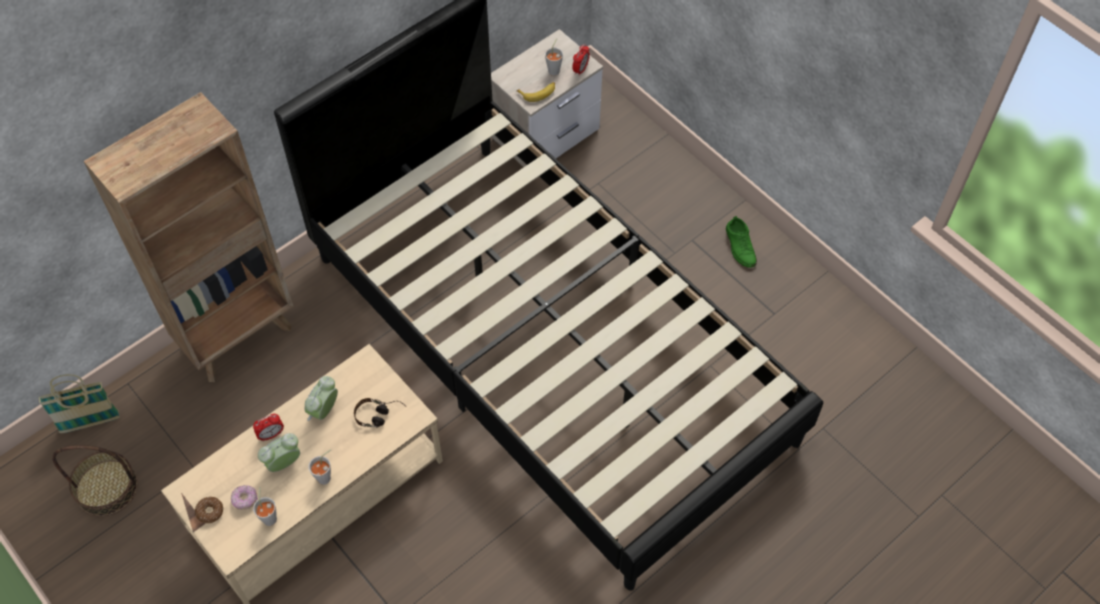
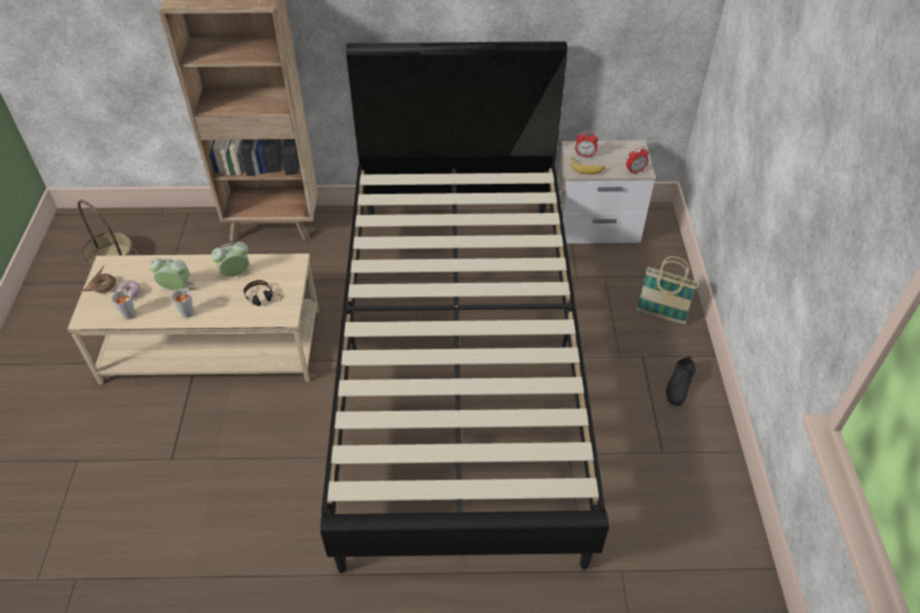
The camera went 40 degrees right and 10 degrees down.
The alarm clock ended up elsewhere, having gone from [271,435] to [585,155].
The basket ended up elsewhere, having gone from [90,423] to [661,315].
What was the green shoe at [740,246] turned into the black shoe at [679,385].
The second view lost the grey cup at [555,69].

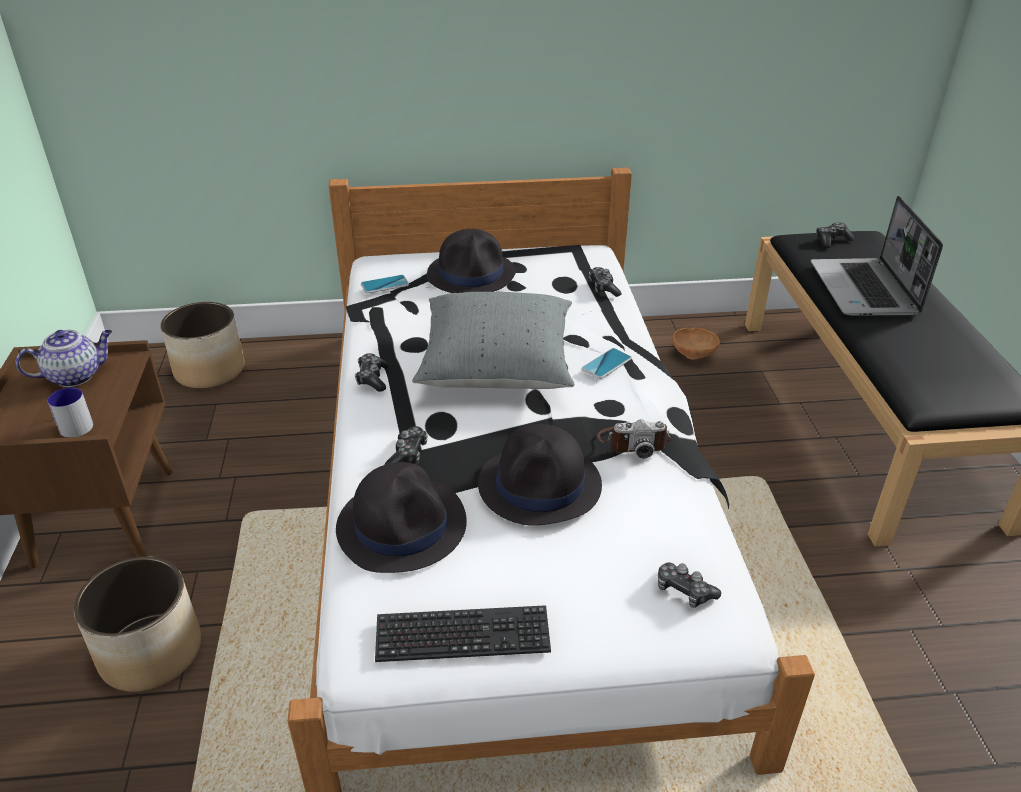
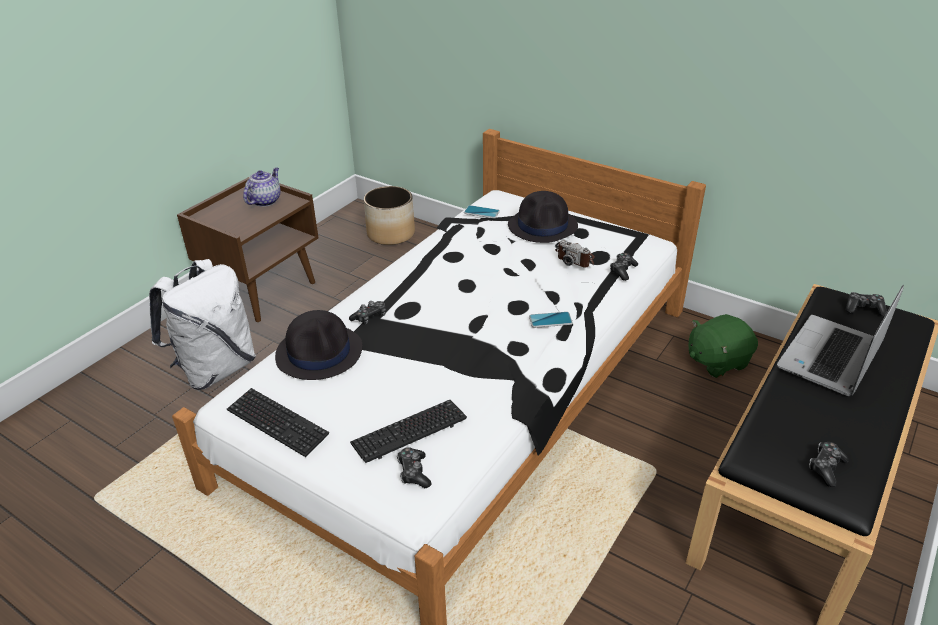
The camera went 40 degrees right and 0 degrees up.
Where the planter stood at [150,651], the white backpack came to stand at [216,368].
The teapot at [76,375] ended up facing another way, 75 degrees counterclockwise from before.
The second view gained the keyboard at [409,432].
The photo camera ended up elsewhere, having gone from [633,442] to [575,259].
Where the brown bowl stood at [694,354], the green plush toy came to stand at [716,361].
The game controller ended up elsewhere, having gone from [372,378] to [826,468].
The second view lost the mug at [77,423].
The second view lost the grey pillow at [497,367].
The second view lost the black hat at [540,485].

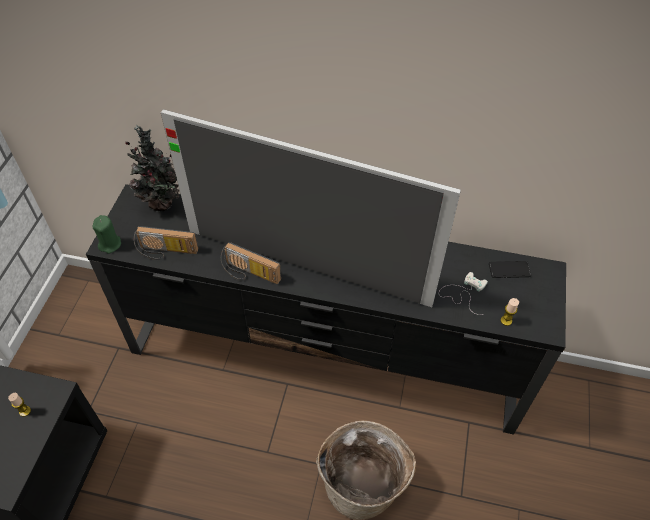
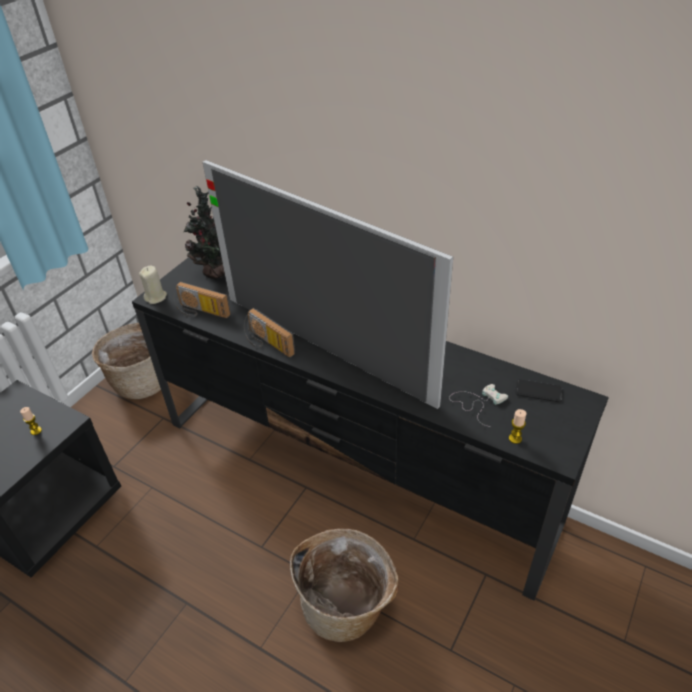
The camera went 20 degrees right and 10 degrees down.
The second view gained the basket at [141,381].
What was the green candle at [110,244] turned into the beige candle at [156,297].

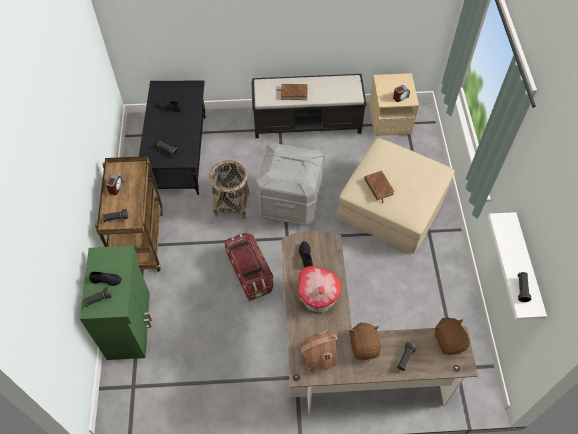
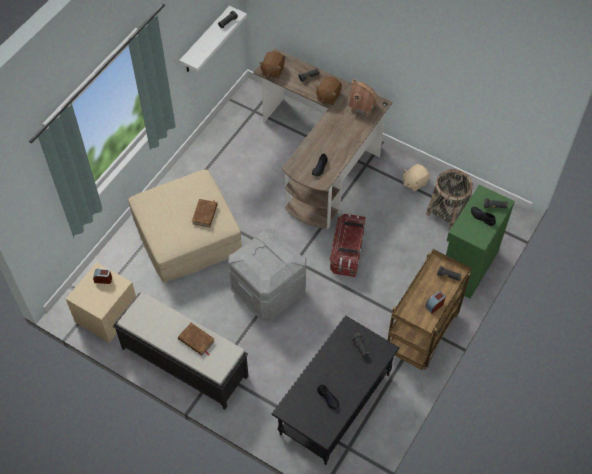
The camera went 145 degrees left and 0 degrees up.
The second view gained the beige plush toy at [414,182].
The basket ended up elsewhere, having gone from [231,204] to [447,212].
The second view lost the toy house at [318,297].

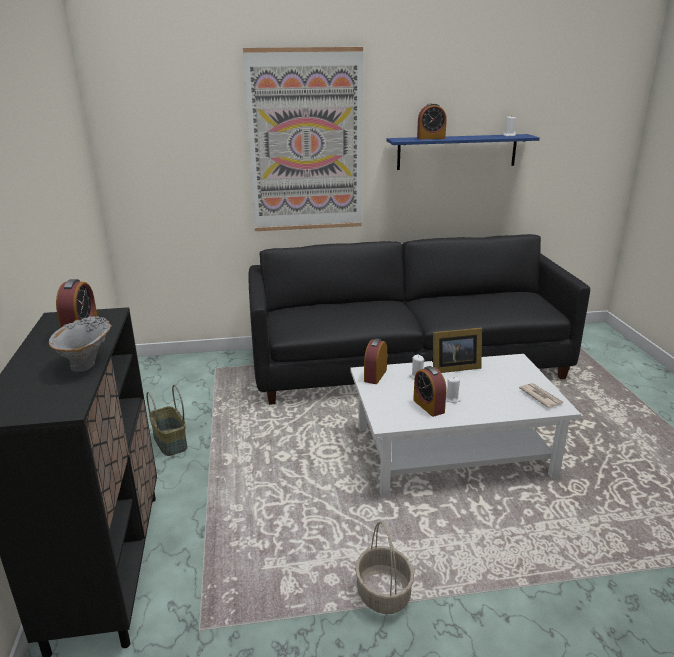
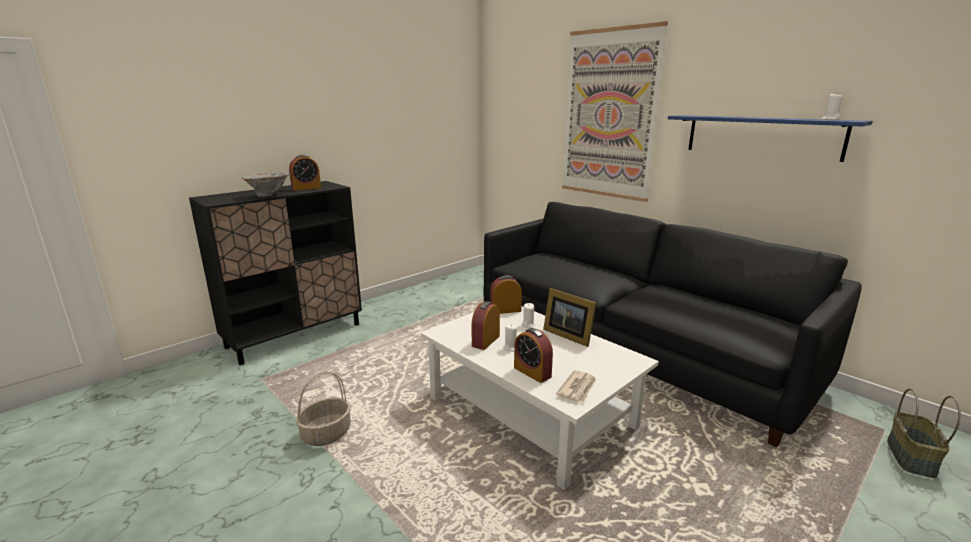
The camera went 55 degrees right and 5 degrees down.
The alarm clock ended up elsewhere, having gone from [431,138] to [532,372].
The basket ended up elsewhere, having gone from [169,442] to [909,457].

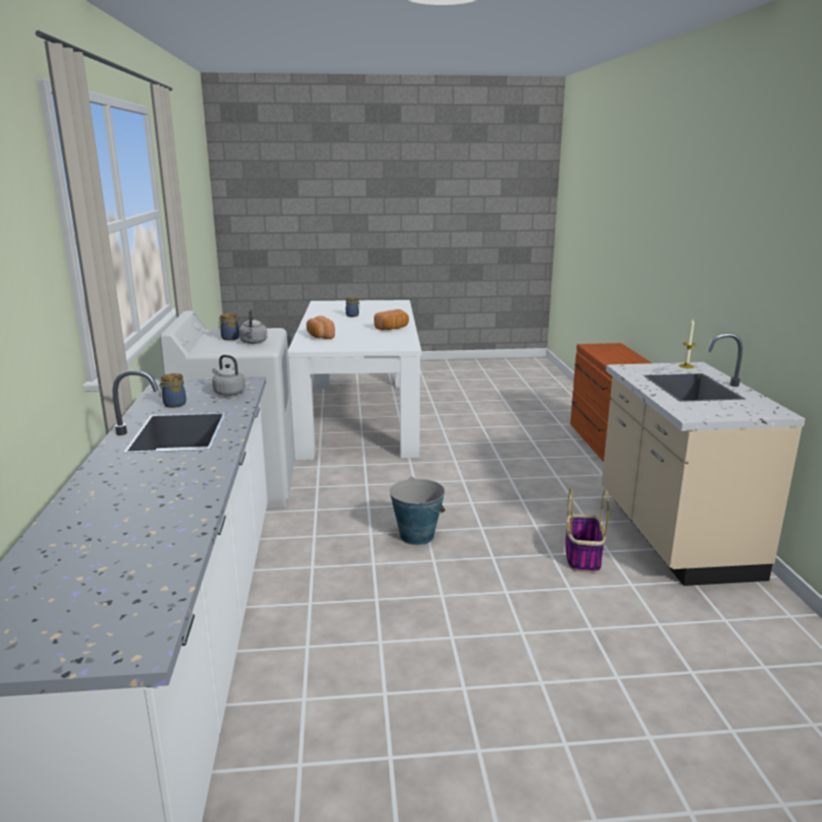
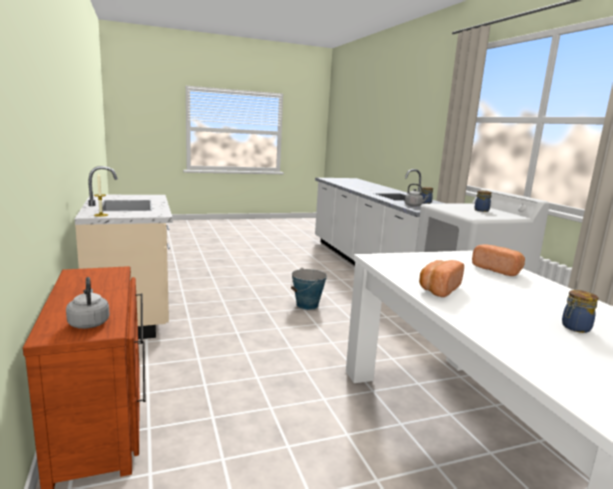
The camera went 165 degrees right and 5 degrees down.
The grey kettle ended up elsewhere, having gone from [253,342] to [89,323].
The second view lost the basket at [582,557].

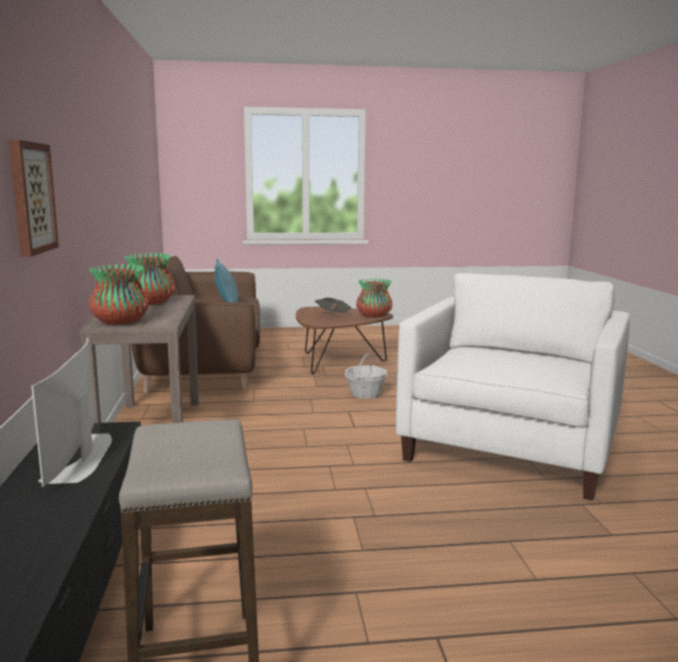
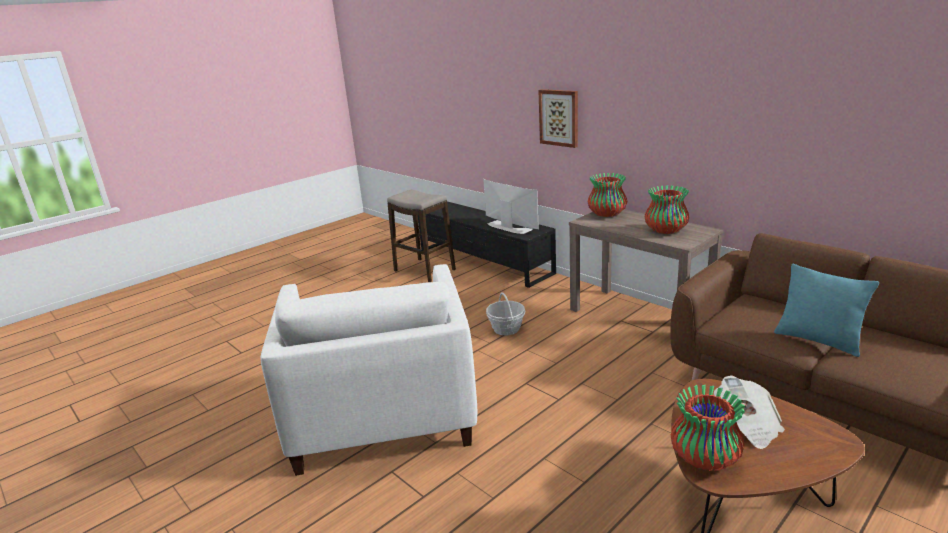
The camera went 145 degrees right and 10 degrees up.
The basket ended up elsewhere, having gone from [365,394] to [506,329].

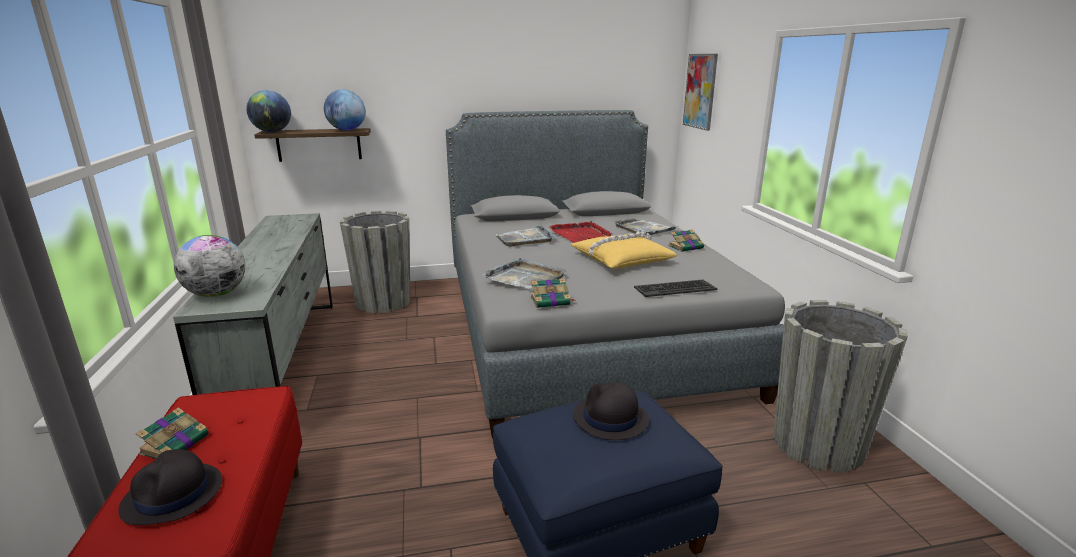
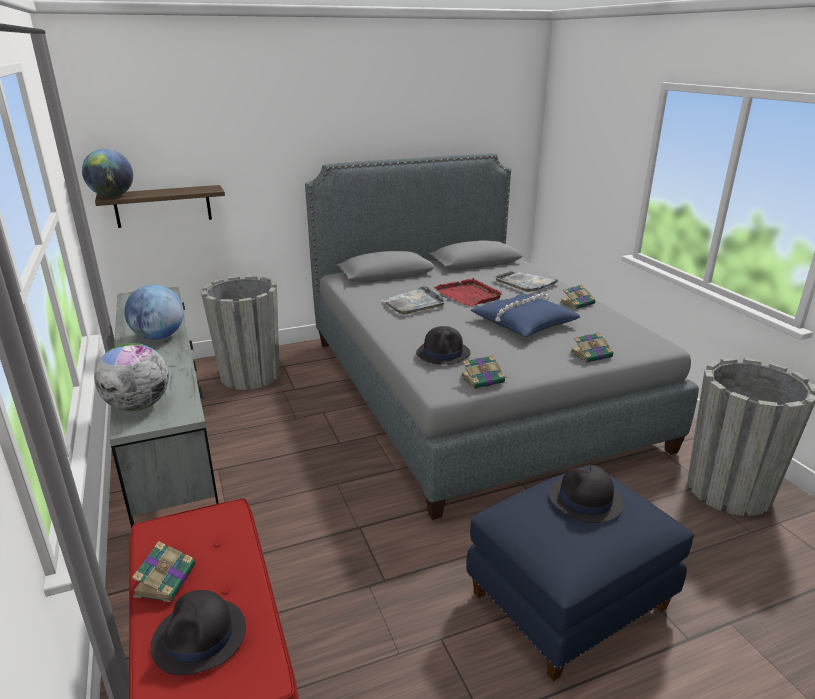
The camera went 10 degrees left and 5 degrees up.
The globe ended up elsewhere, having gone from [347,130] to [159,337].
Where the grey tray stood at [525,277], the black hat came to stand at [443,353].
What was the yellow pillow at [621,260] turned into the blue pillow at [523,323].
Where the keyboard stood at [674,288], the book came to stand at [592,354].
The second view lost the picture at [700,91].

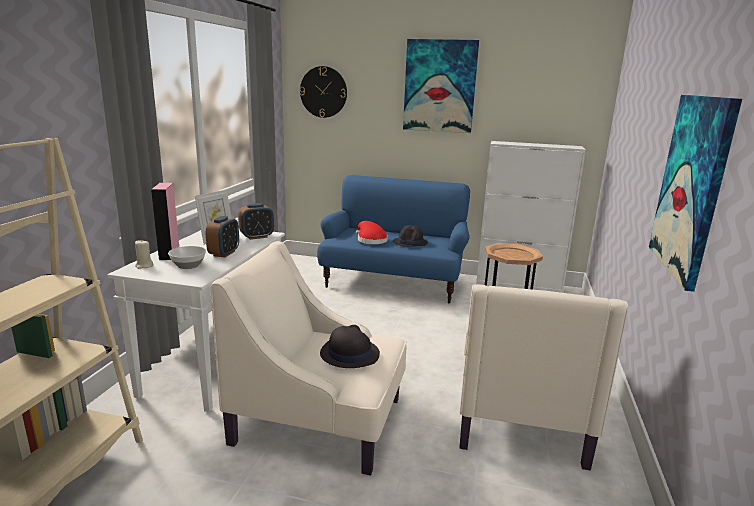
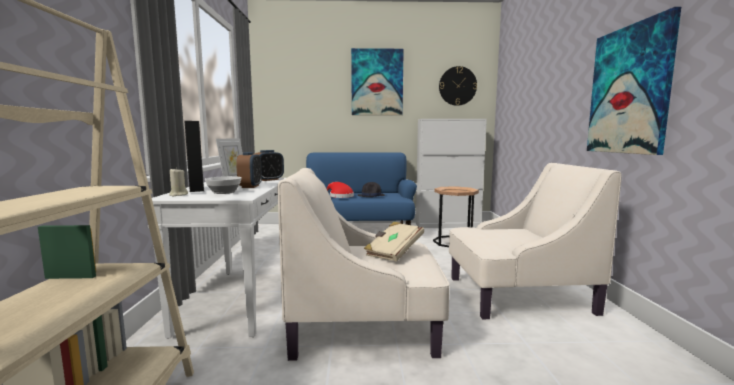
The camera went 15 degrees left and 10 degrees down.
Where the black hat stood at [349,354], the beige book came to stand at [393,252].
The wall clock ended up elsewhere, having gone from [323,92] to [457,86].
The beige armchair at [520,413] ended up facing another way, 90 degrees counterclockwise from before.

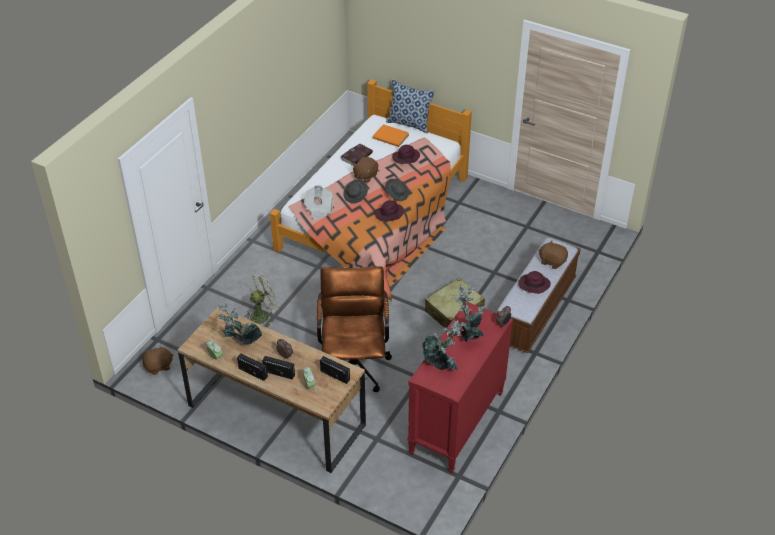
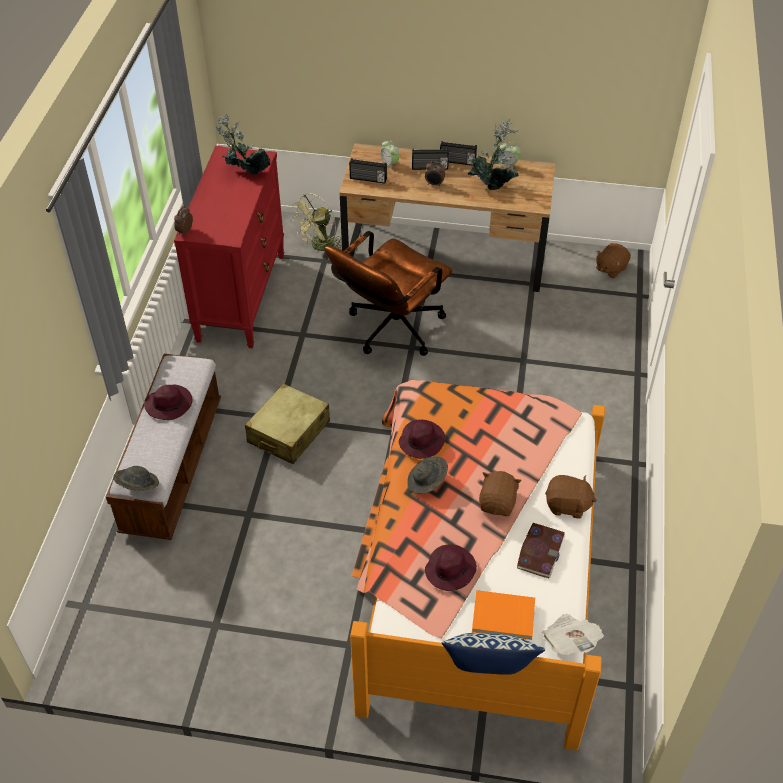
The camera went 160 degrees right and 5 degrees up.
The grey hat ended up elsewhere, having gone from [355,196] to [137,486].
The green fan ended up elsewhere, having gone from [263,315] to [319,247].
The brown office chair at [354,362] ended up facing another way, 60 degrees clockwise from before.
The newspaper ended up elsewhere, having gone from [319,209] to [570,641].
The brown plush toy ended up elsewhere, having gone from [552,261] to [567,505].
The second view lost the potted plant at [469,335].

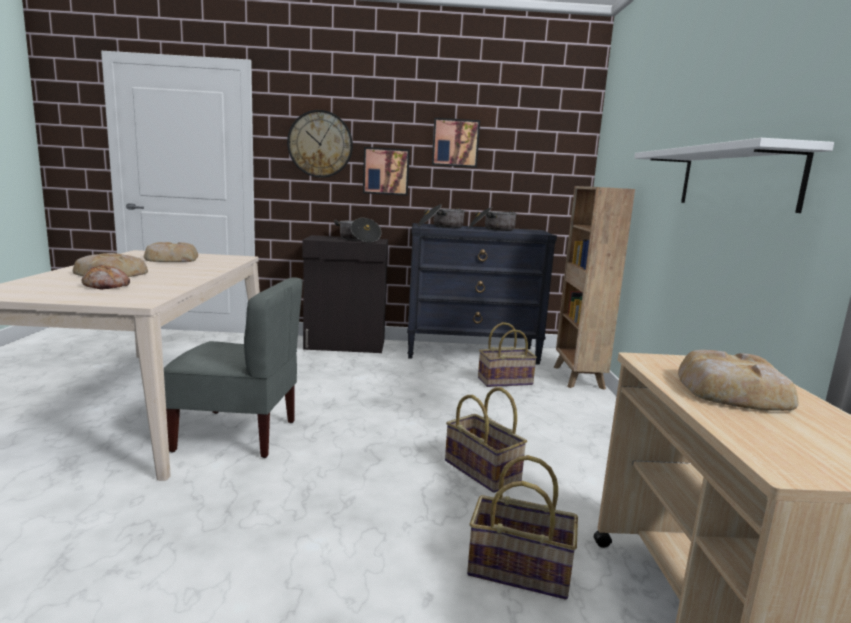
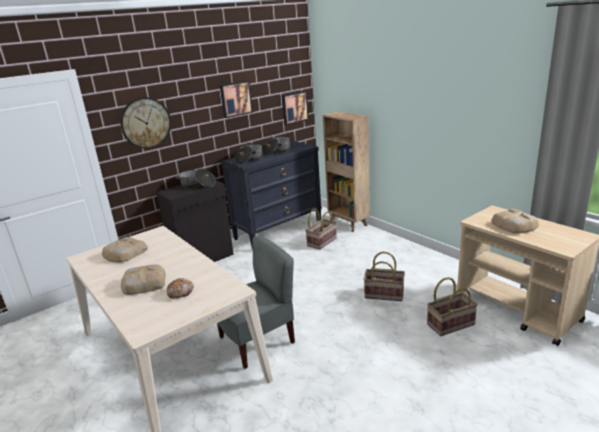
The camera went 35 degrees left and 10 degrees up.
The picture ended up elsewhere, having gone from [386,171] to [294,107].
The second view lost the white shelf at [736,178].

